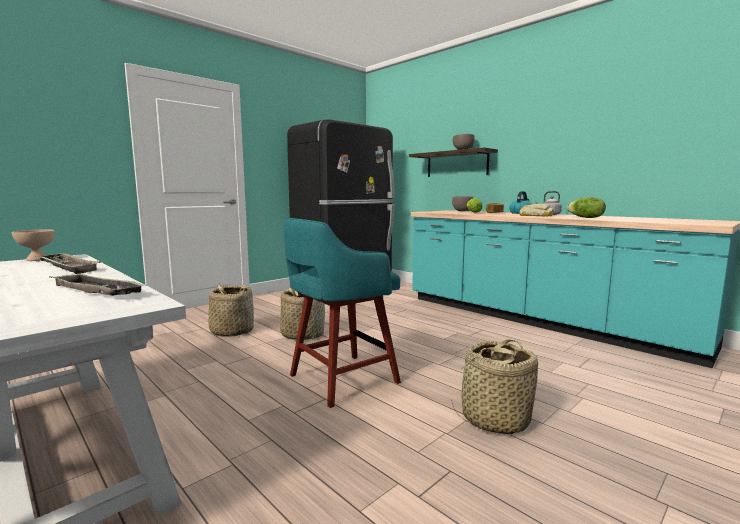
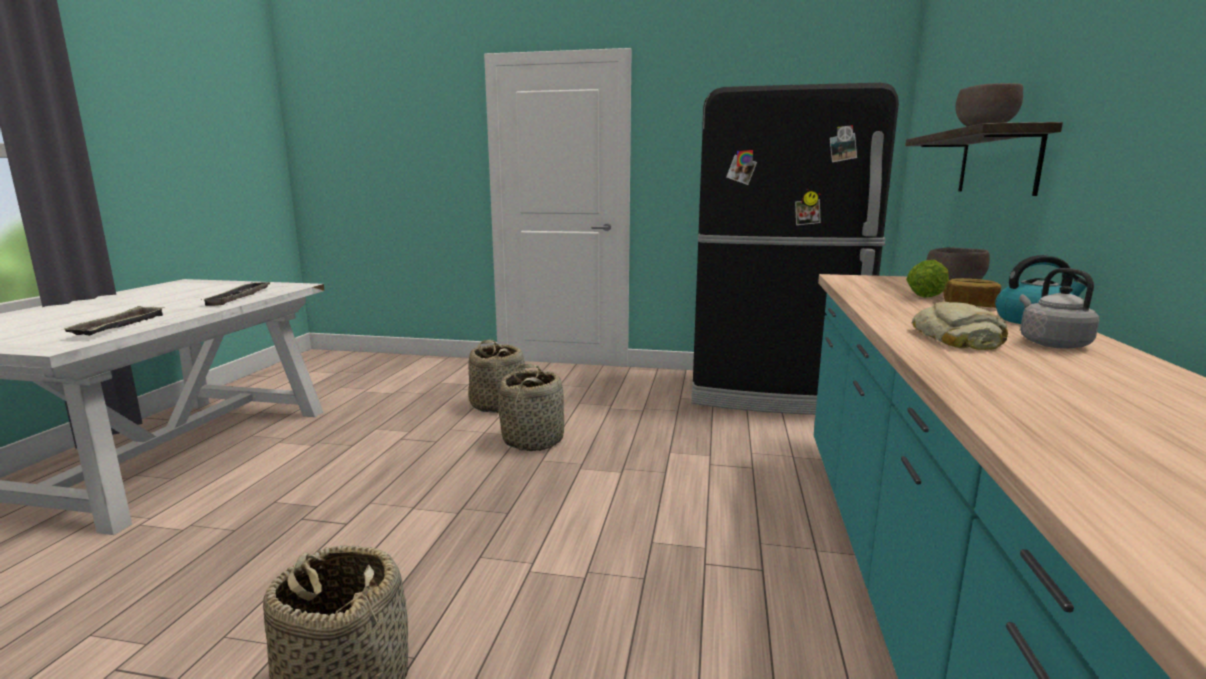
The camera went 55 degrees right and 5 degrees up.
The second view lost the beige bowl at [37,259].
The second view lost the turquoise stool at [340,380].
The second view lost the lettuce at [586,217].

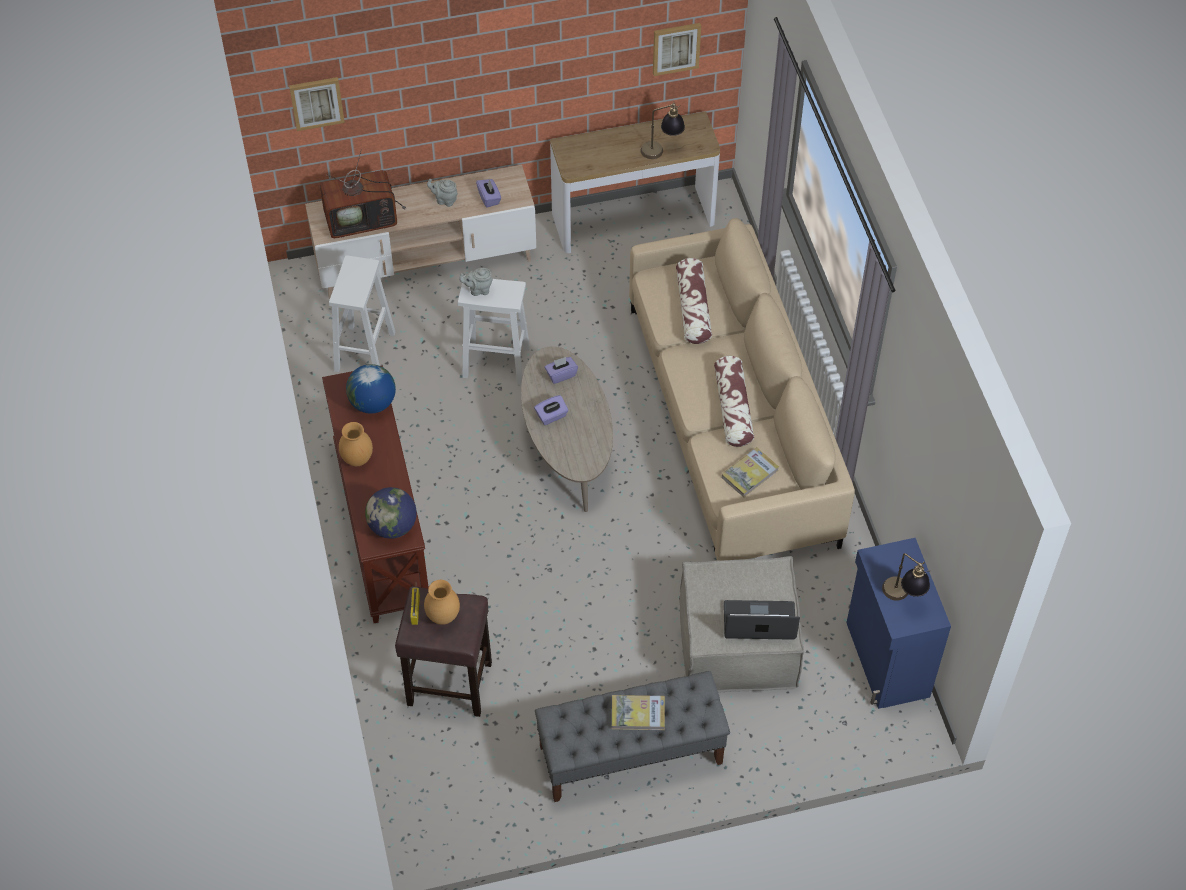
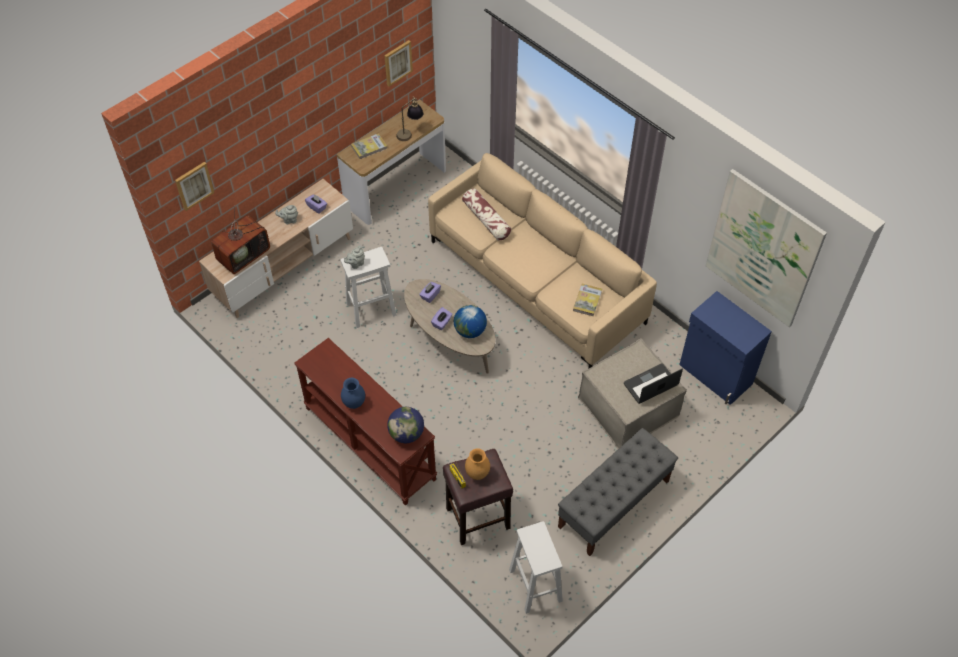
The camera went 30 degrees left and 0 degrees up.
What was the brown vase at [357,459] turned into the blue vase at [353,403].
The book ended up elsewhere, having gone from [638,714] to [369,147].
The globe ended up elsewhere, having gone from [372,403] to [470,331].
The white stool ended up elsewhere, having gone from [364,352] to [536,586].
The second view gained the picture at [763,249].
The second view lost the pillow at [733,409].
The second view lost the table lamp at [902,597].

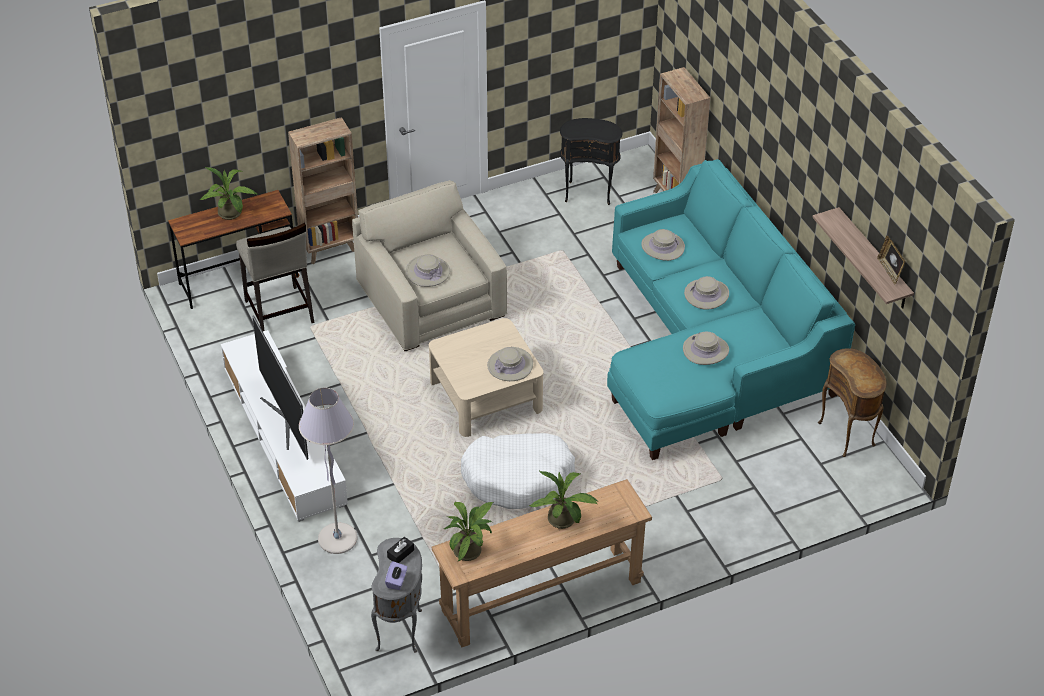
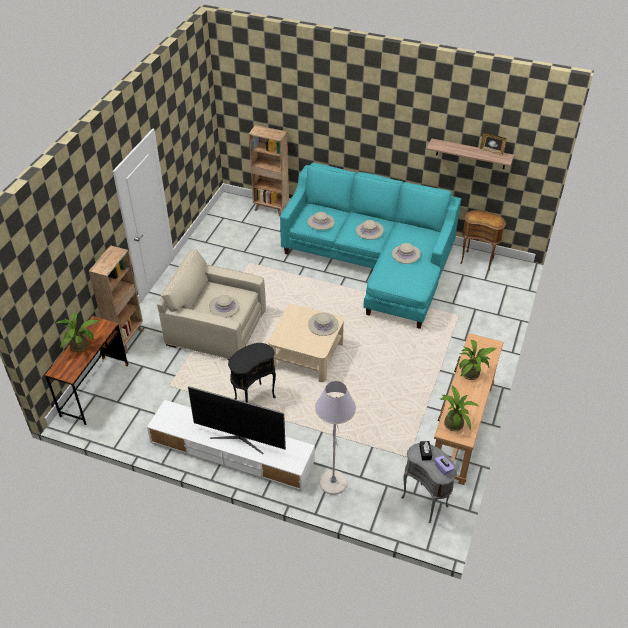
The camera went 45 degrees left and 0 degrees up.
The black side table ended up elsewhere, having gone from [589,192] to [253,398].
The second view lost the beige stool at [279,312].
The second view lost the white dog bed at [518,478].

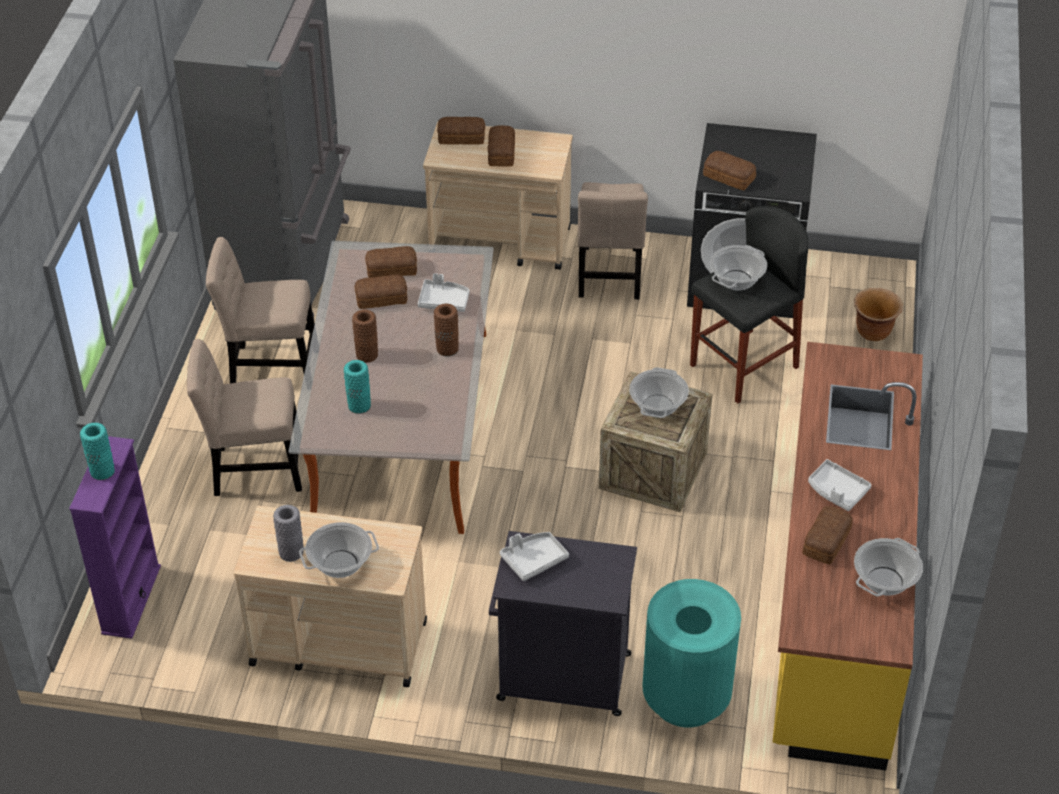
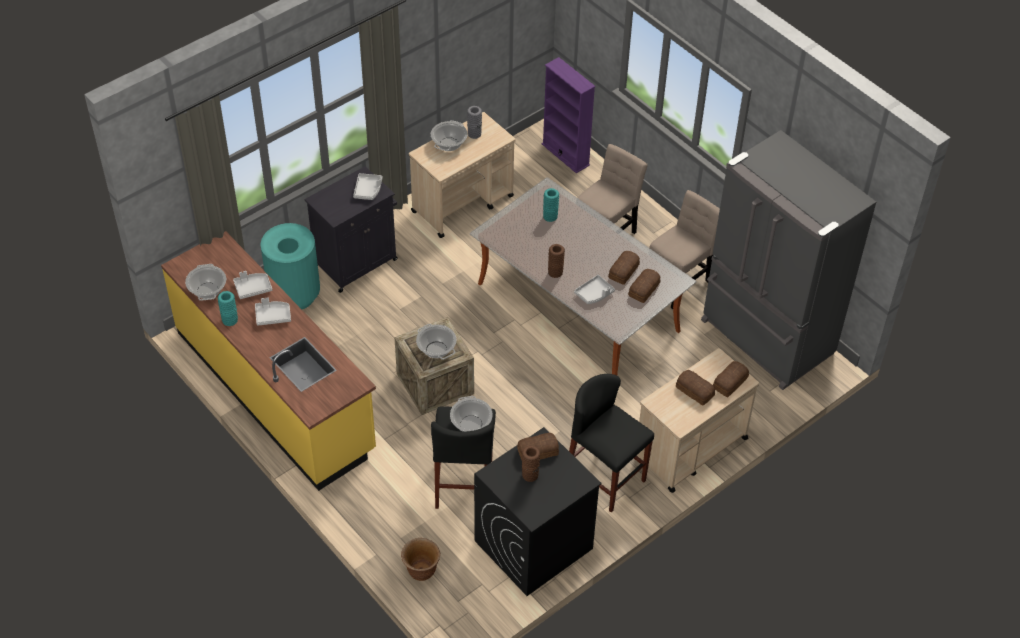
The camera went 130 degrees right and 5 degrees up.
The turquoise vase ended up elsewhere, having gone from [102,471] to [230,320].
Where the bread stood at [825,541], the grey tray came to stand at [253,288].
The brown vase ended up elsewhere, having gone from [367,354] to [530,475].
Where the beige chair stood at [609,276], the black stool came to stand at [605,478].

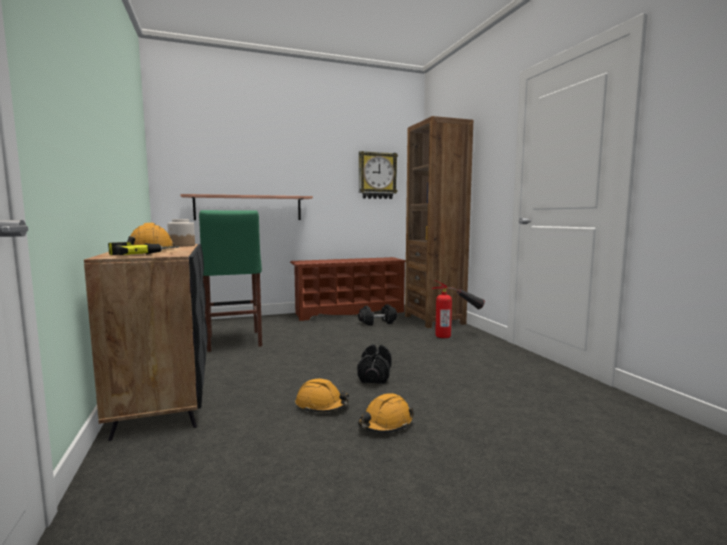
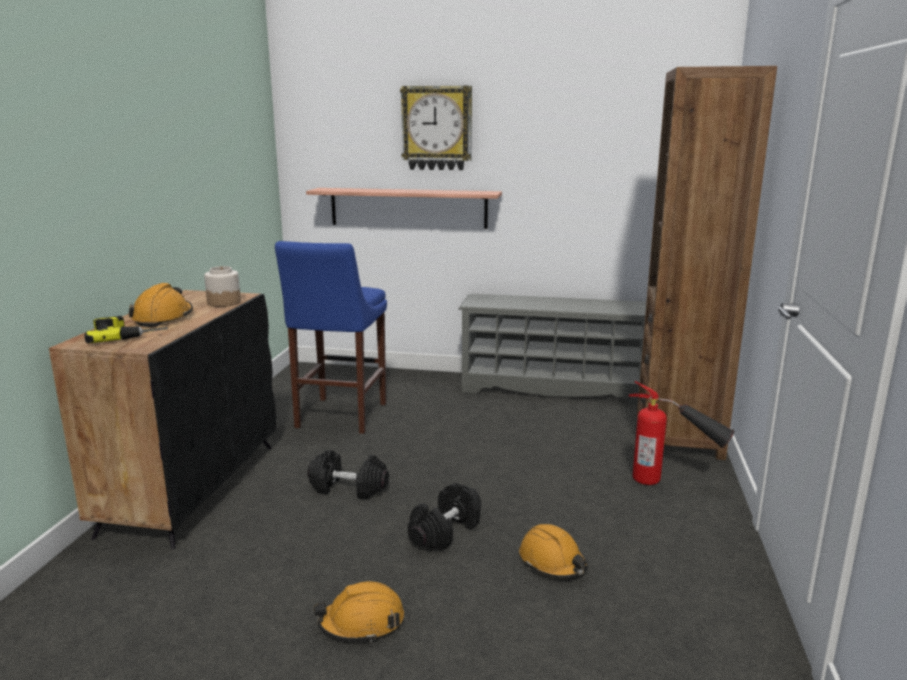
The camera went 30 degrees right and 10 degrees up.
What was the green stool at [233,342] turned into the blue stool at [339,417].
The black dumbbell ended up elsewhere, having gone from [377,322] to [349,488].
The wall clock ended up elsewhere, having gone from [377,175] to [437,128].
What was the brown shoe rack at [349,312] turned into the grey shoe rack at [554,388].
The orange hard hat ended up elsewhere, having gone from [321,405] to [552,562].

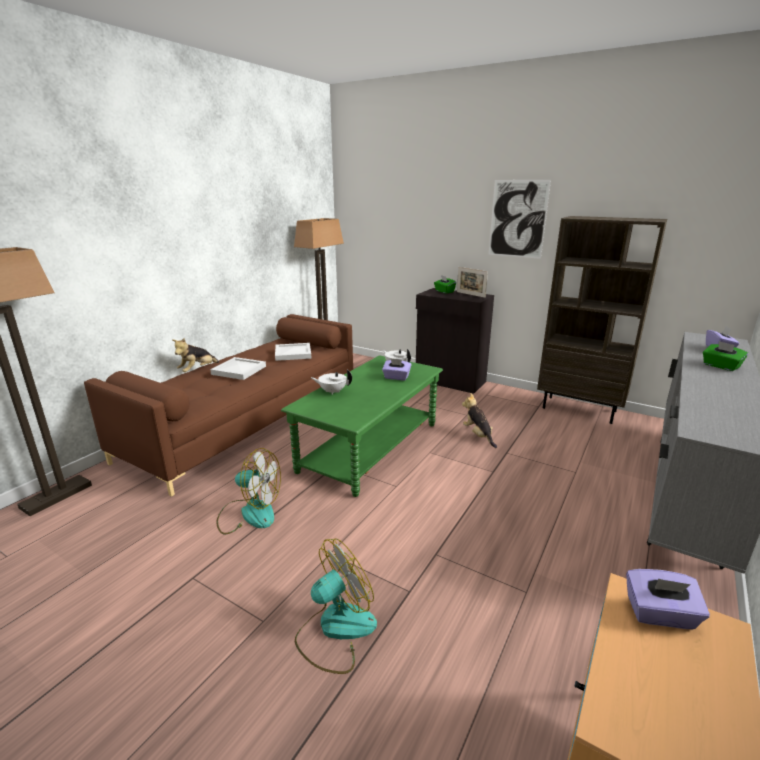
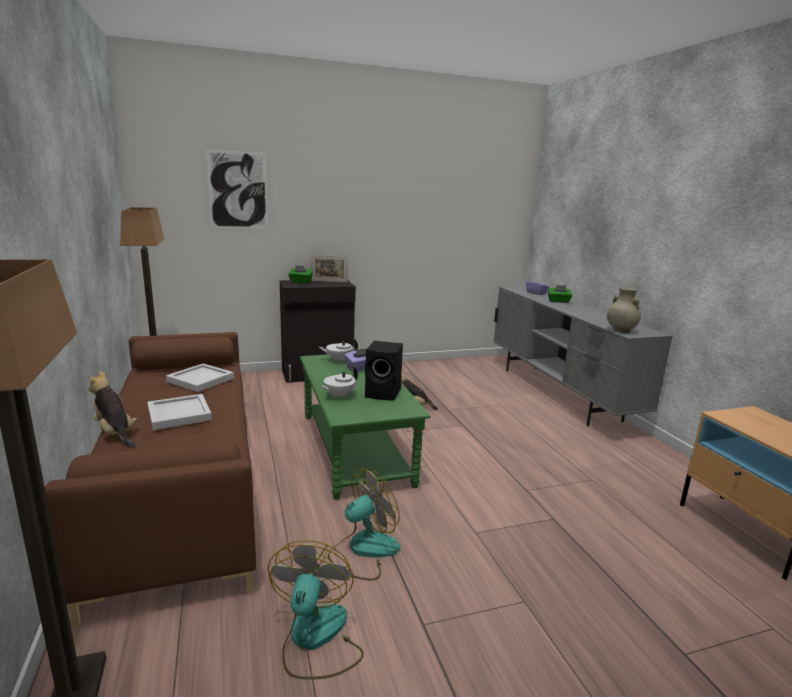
The camera went 50 degrees left and 5 degrees down.
The plush toy at [197,370] ended up facing another way, 150 degrees clockwise from before.
The picture ended up elsewhere, having gone from [518,219] to [238,190].
The fan ended up elsewhere, having gone from [335,630] to [315,639].
The second view gained the black speaker at [384,393].
The second view gained the beige vase at [620,330].
The second view lost the brown bookcase at [579,409].
The second view lost the purple tissue box at [660,614].

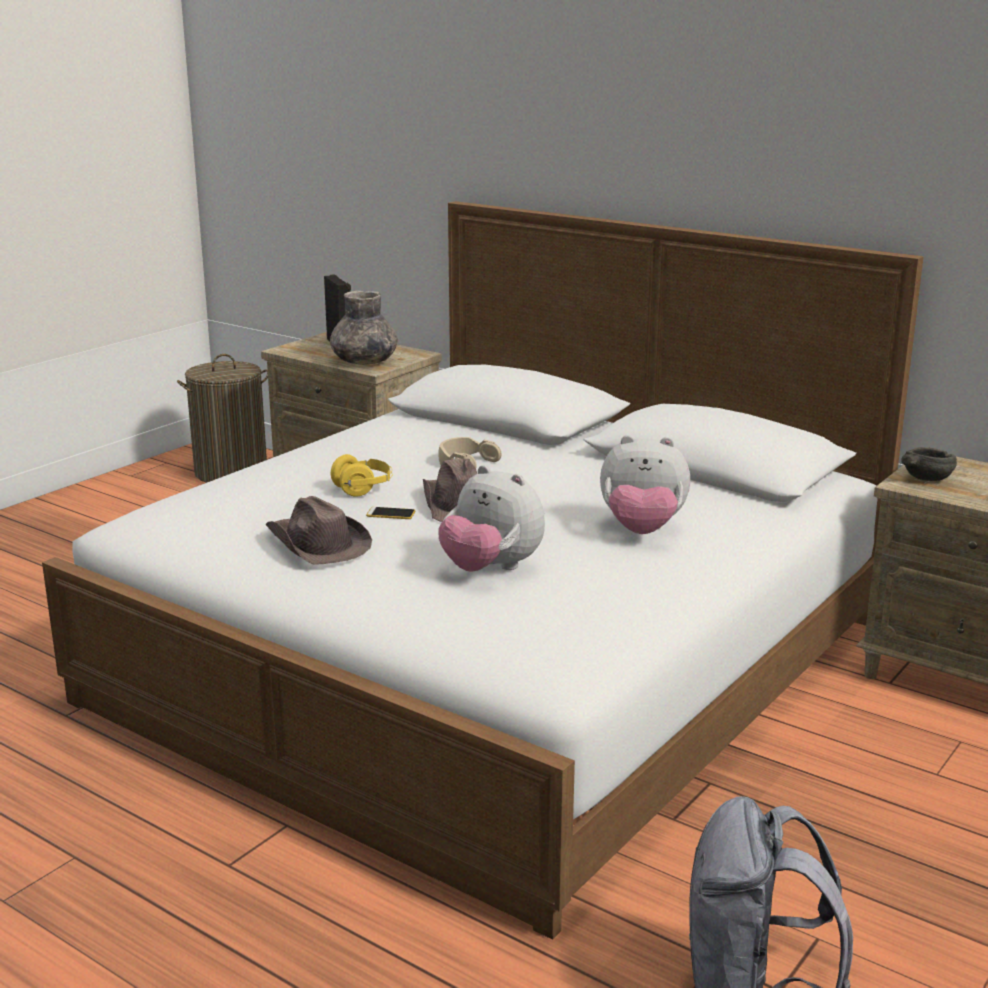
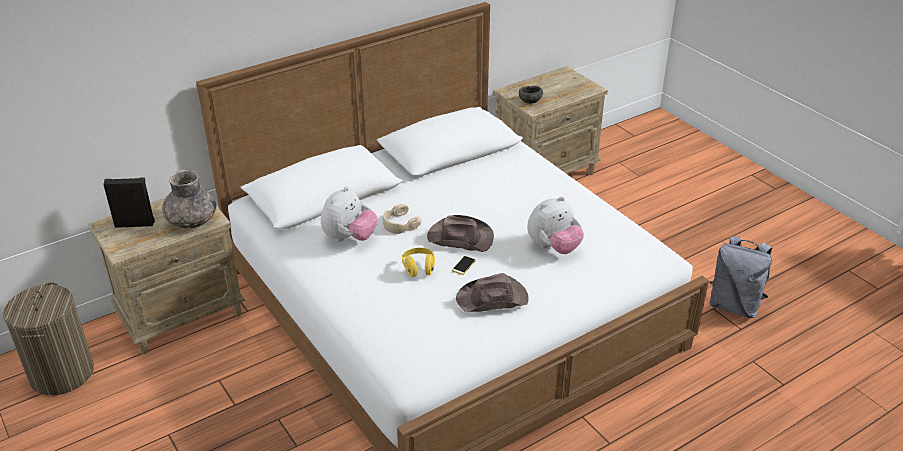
The camera went 70 degrees left and 15 degrees up.
The plush toy ended up elsewhere, having gone from [642,530] to [349,238].

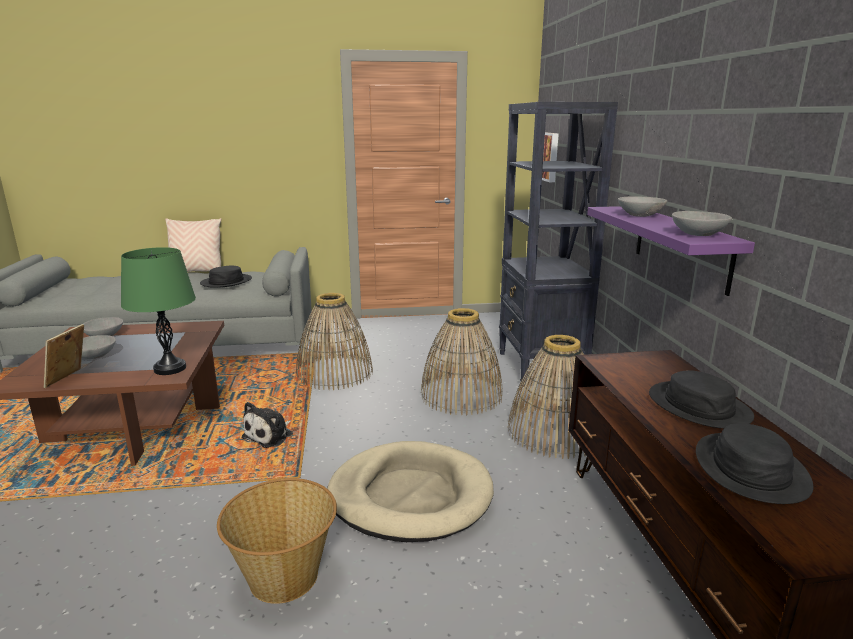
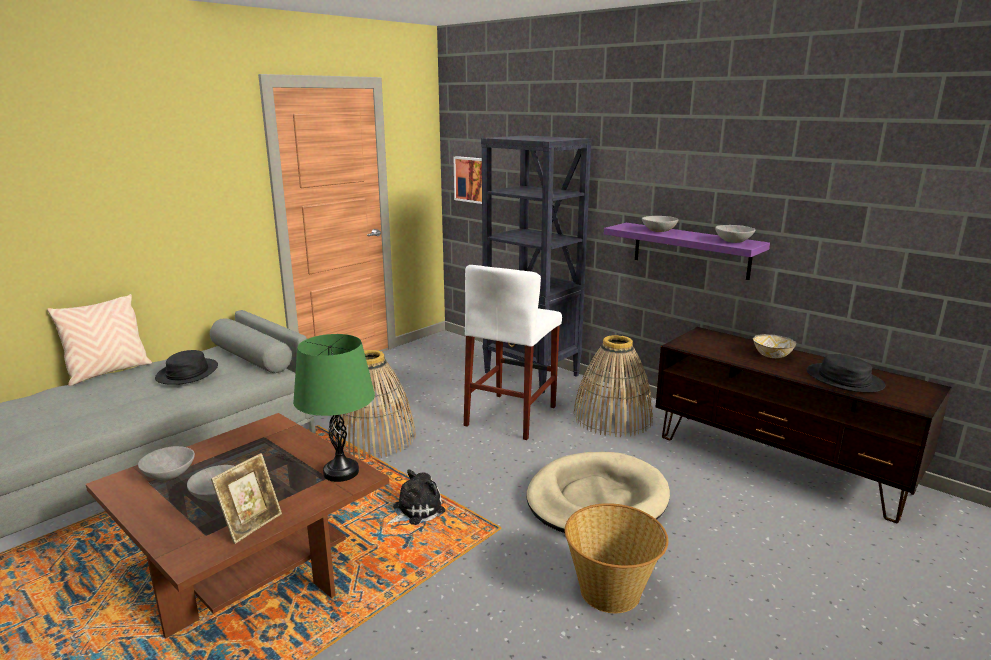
The camera went 40 degrees left and 0 degrees up.
The picture frame at [69,379] ended up facing another way, 120 degrees counterclockwise from before.
The plush toy at [270,435] ended up facing another way, 120 degrees counterclockwise from before.
Where the basket stood at [461,395], the white stool came to stand at [511,416].
Where the black hat stood at [699,406], the bowl came to stand at [771,356].

